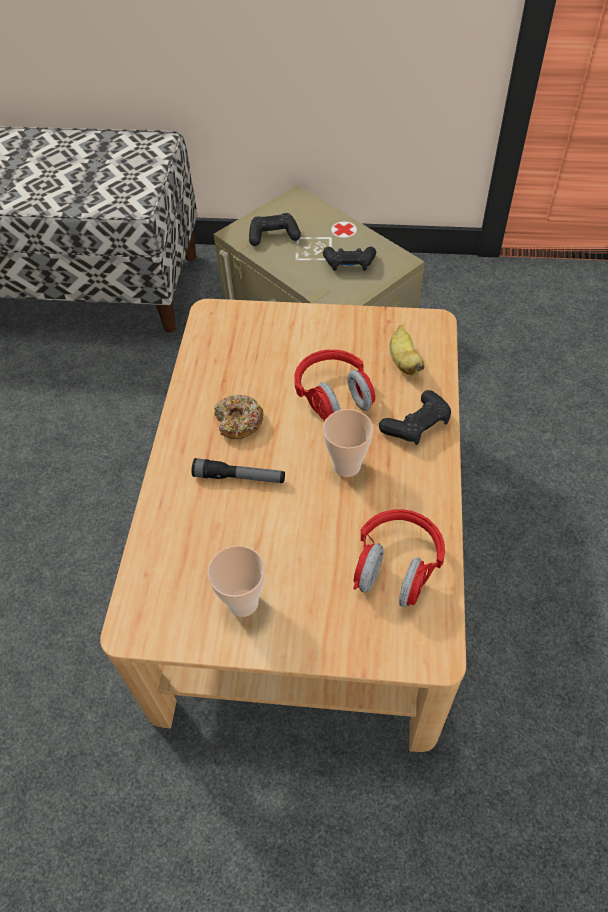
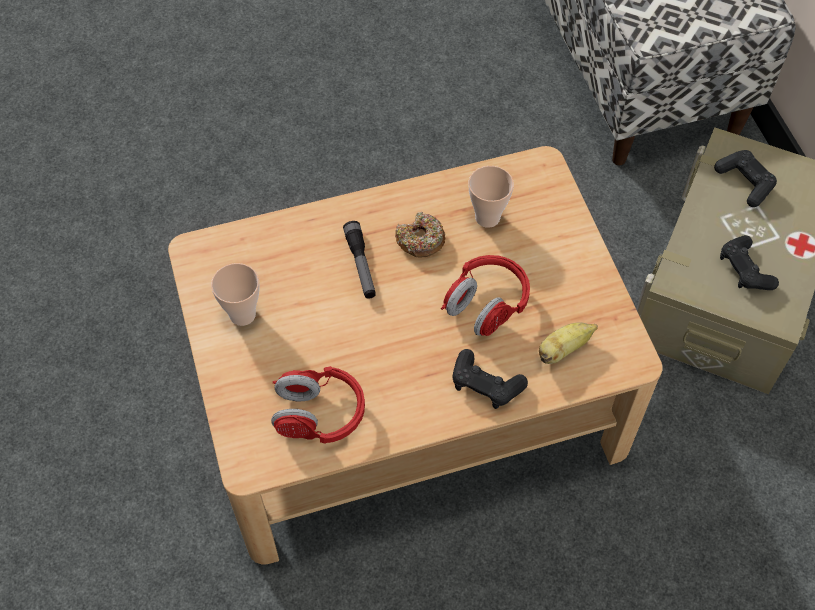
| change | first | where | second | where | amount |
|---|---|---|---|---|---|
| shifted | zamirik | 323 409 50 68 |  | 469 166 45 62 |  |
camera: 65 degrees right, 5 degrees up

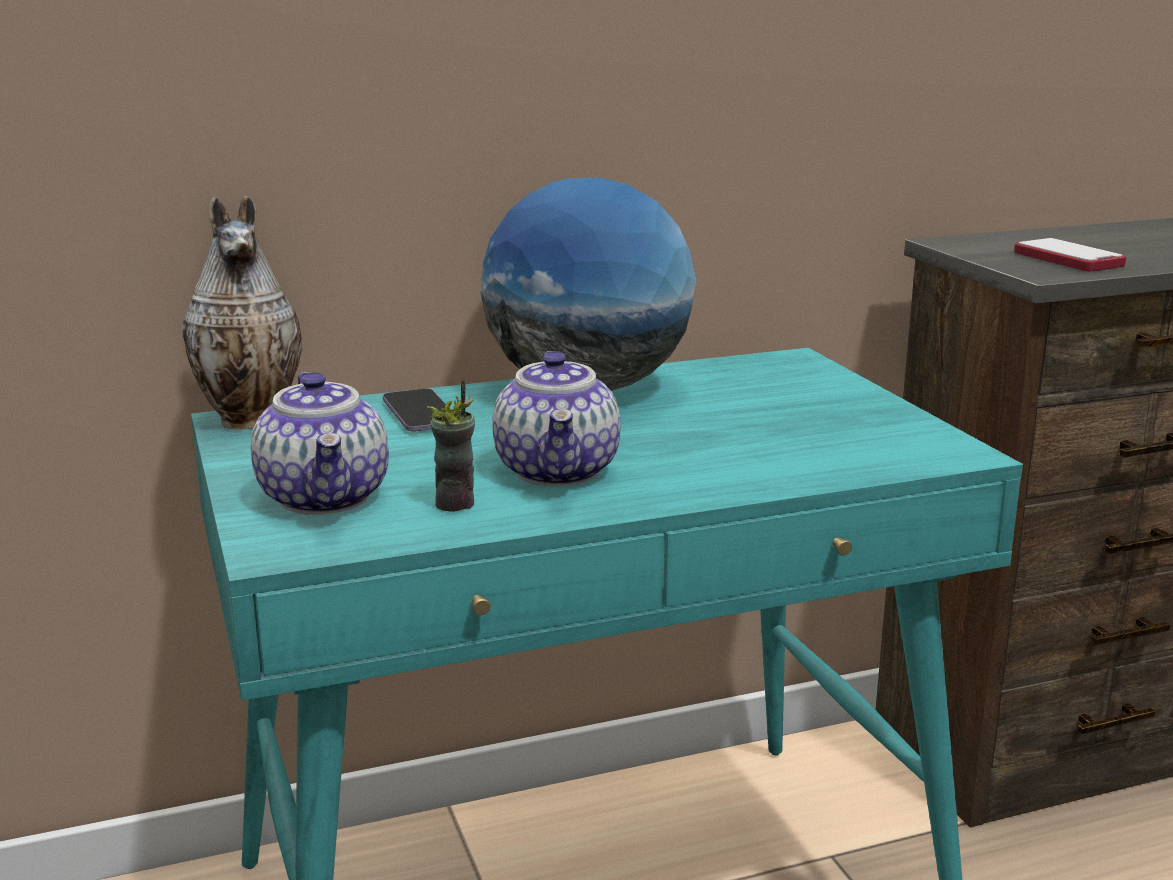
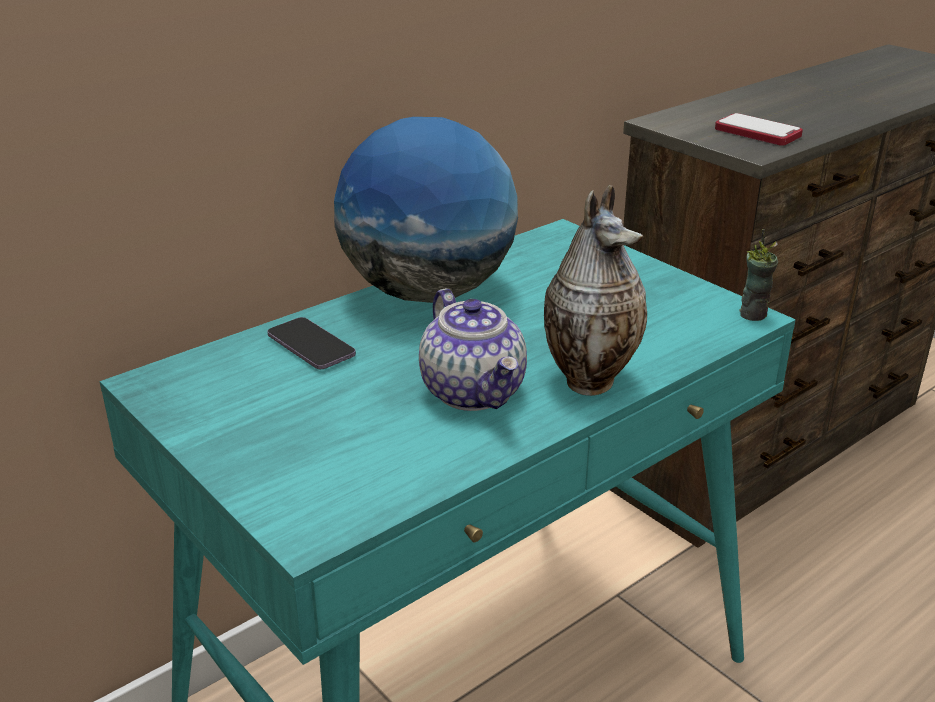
| change | first | where | second | where | amount |
|---|---|---|---|---|---|
| shifted | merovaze | 182 195 120 235 |  | 544 185 103 211 |  |
| gone | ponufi | 251 372 138 143 |  |  |  |
| shifted | zamirik | 427 380 48 132 |  | 740 229 38 92 |  |
camera: 20 degrees left, 10 degrees up

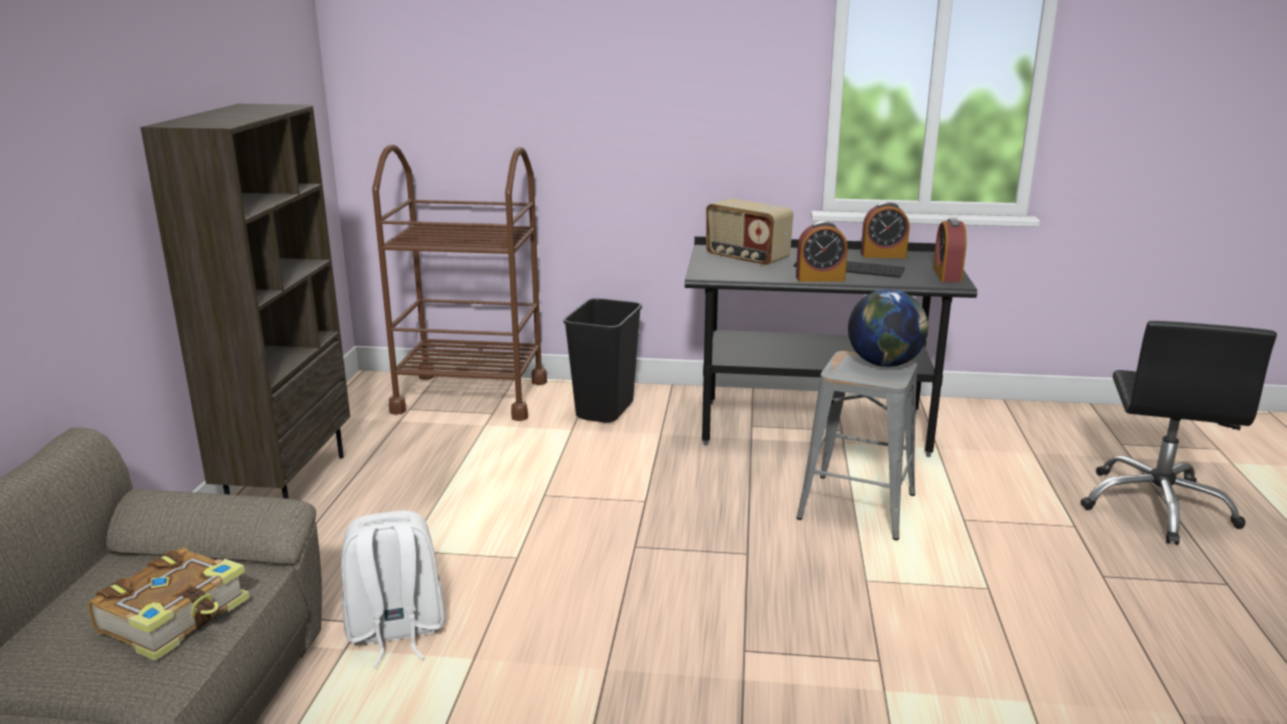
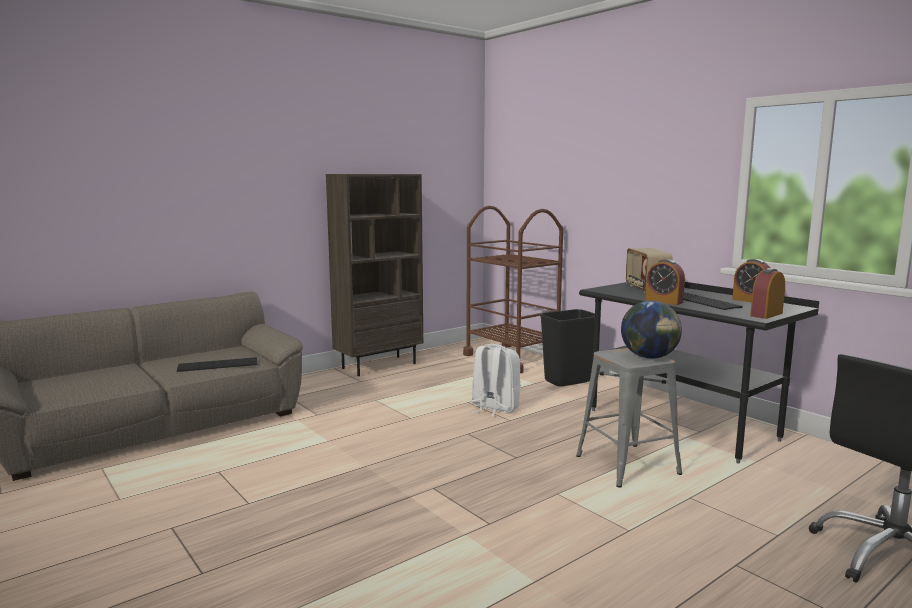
| change | first | where | second | where | amount |
|---|---|---|---|---|---|
| swapped | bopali | 88 547 162 114 | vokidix | 177 357 80 15 |  |
| shifted | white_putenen | 341 510 105 157 |  | 471 344 50 73 |  |
camera: 45 degrees right, 10 degrees down

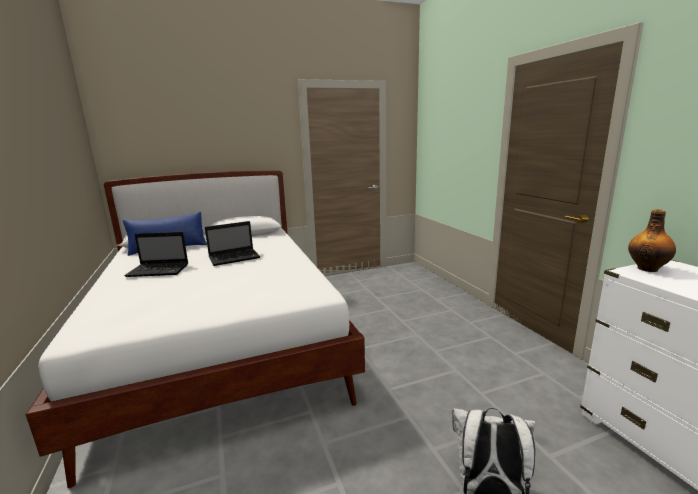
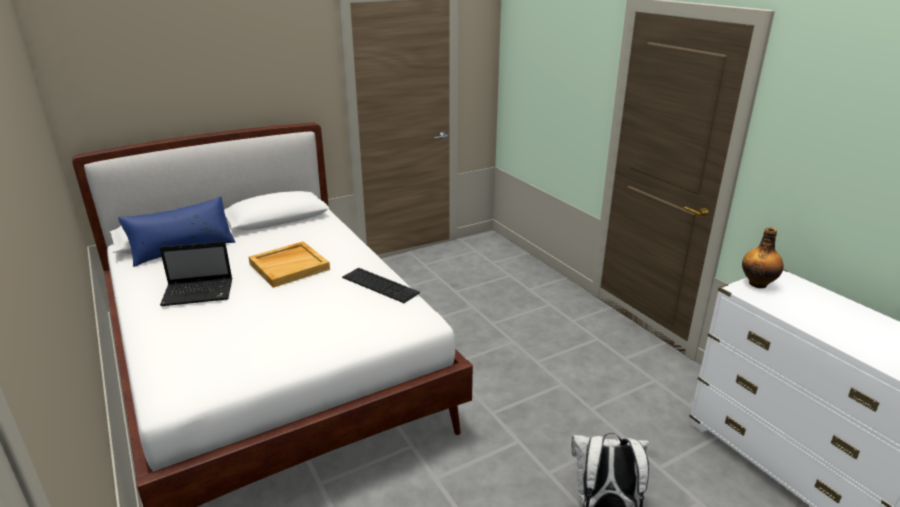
| change | first | where | second | where | amount |
|---|---|---|---|---|---|
| swapped | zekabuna | 205 221 55 45 | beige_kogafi | 249 241 81 47 |  |
| new |  |  | vokidix | 342 268 78 35 |  |
camera: 10 degrees left, 10 degrees up

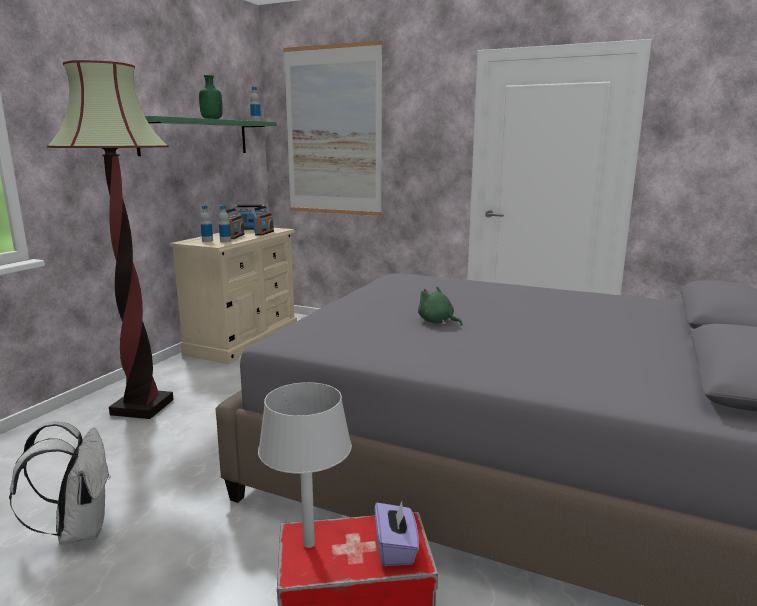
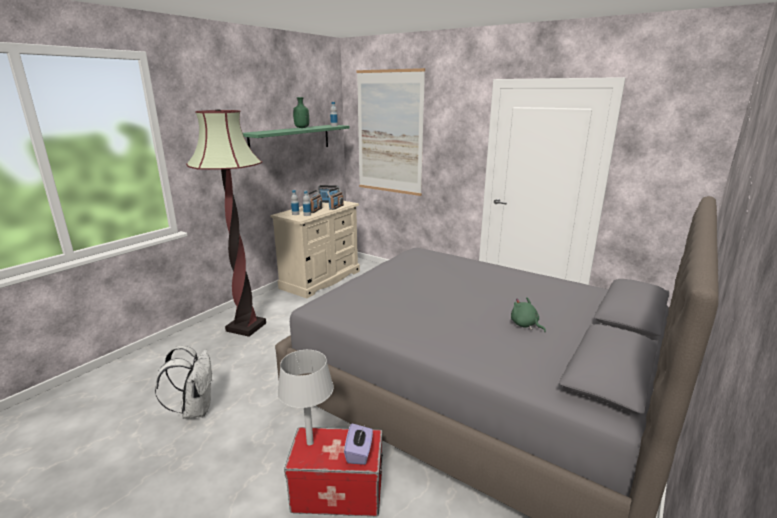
| change | first | where | second | where | amount |
|---|---|---|---|---|---|
| shifted | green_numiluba | 418 286 44 40 |  | 511 297 35 35 |  |
camera: 10 degrees right, 5 degrees up

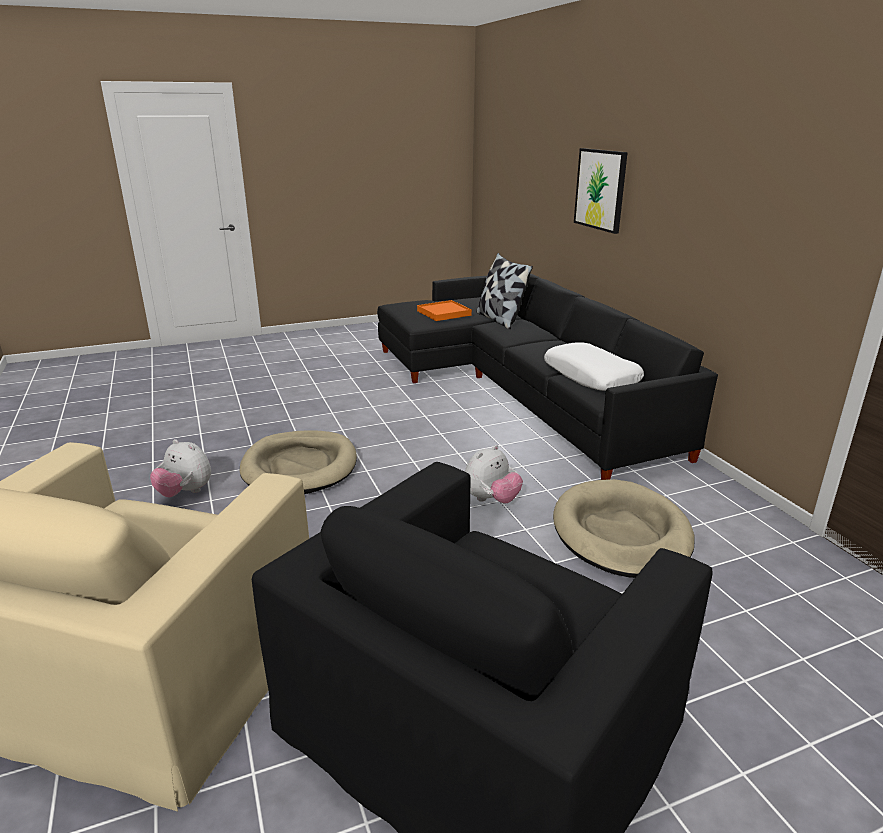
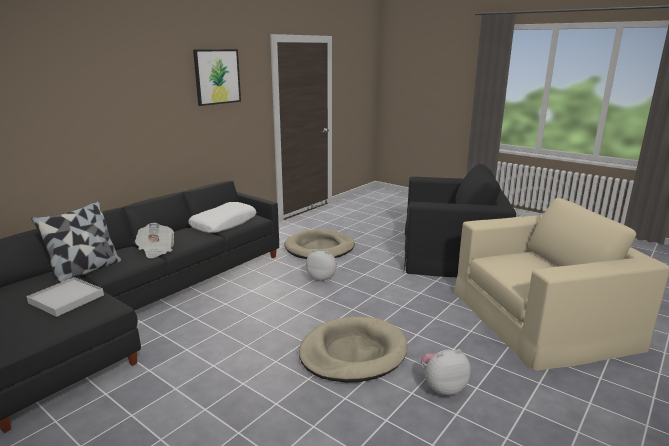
| change | first | where | second | where | amount |
|---|---|---|---|---|---|
| rotated | numiluba | 150 439 61 58 |  | 421 349 50 47 | 105 degrees counterclockwise |
| repainted | orange_kogafi | 417 300 55 21 | white_kogafi | 26 277 78 40 |  |
| shifted | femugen | 574 148 54 86 |  | 193 49 48 57 |  |
| new |  |  | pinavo | 135 223 39 35 |  |
camera: 120 degrees left, 5 degrees down

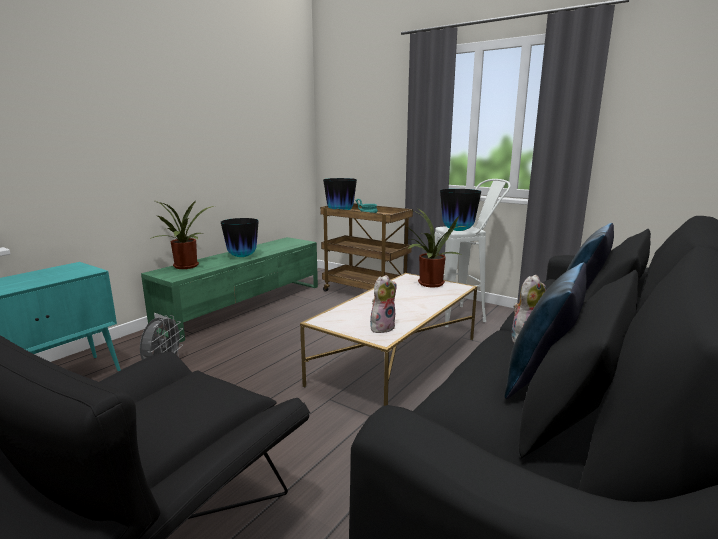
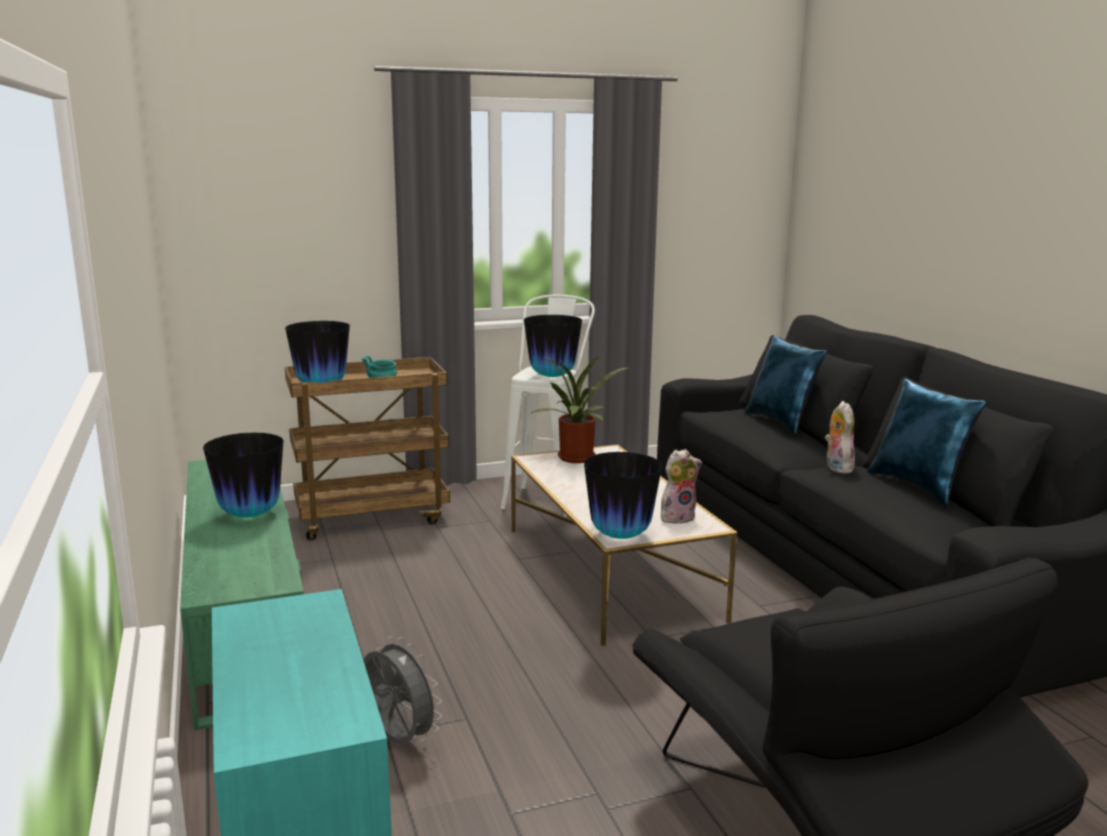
| change | first | where | second | where | amount |
|---|---|---|---|---|---|
| gone | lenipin | 150 200 64 69 |  |  |  |
| rotated | numiluba | 370 275 27 58 |  | 661 449 41 75 | 75 degrees clockwise |
| new |  |  | merovaze | 584 452 78 87 |  |
camera: 55 degrees left, 0 degrees up

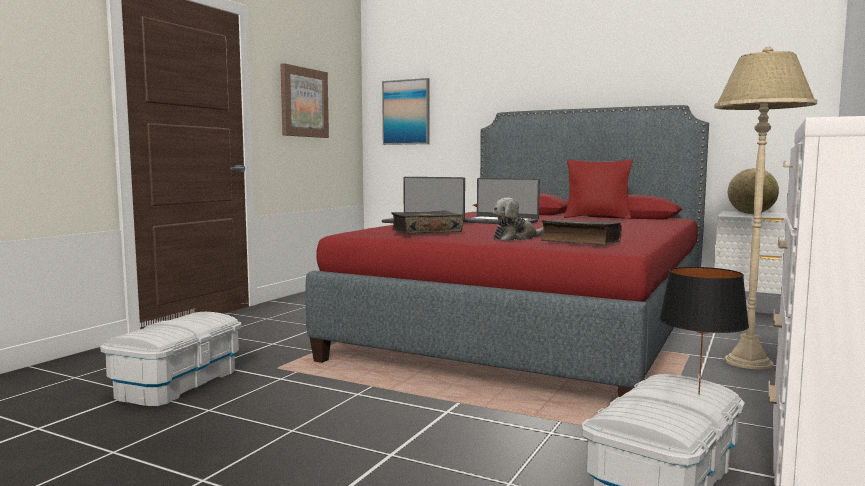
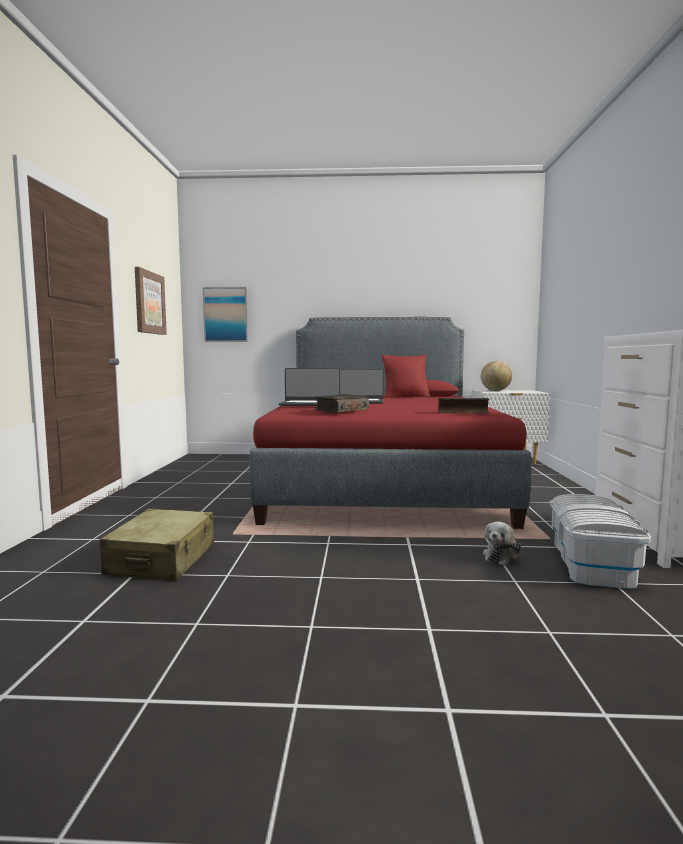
| change | first | where | second | where | amount |
|---|---|---|---|---|---|
| swapped | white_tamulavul | 100 312 141 94 | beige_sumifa | 100 509 114 72 |  |
| shifted | numiluba | 493 198 51 43 |  | 483 522 38 44 |  |
| gone | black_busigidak | 659 267 90 128 |  |  |  |
| gone | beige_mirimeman | 714 47 103 323 |  |  |  |
camera: 25 degrees left, 0 degrees up

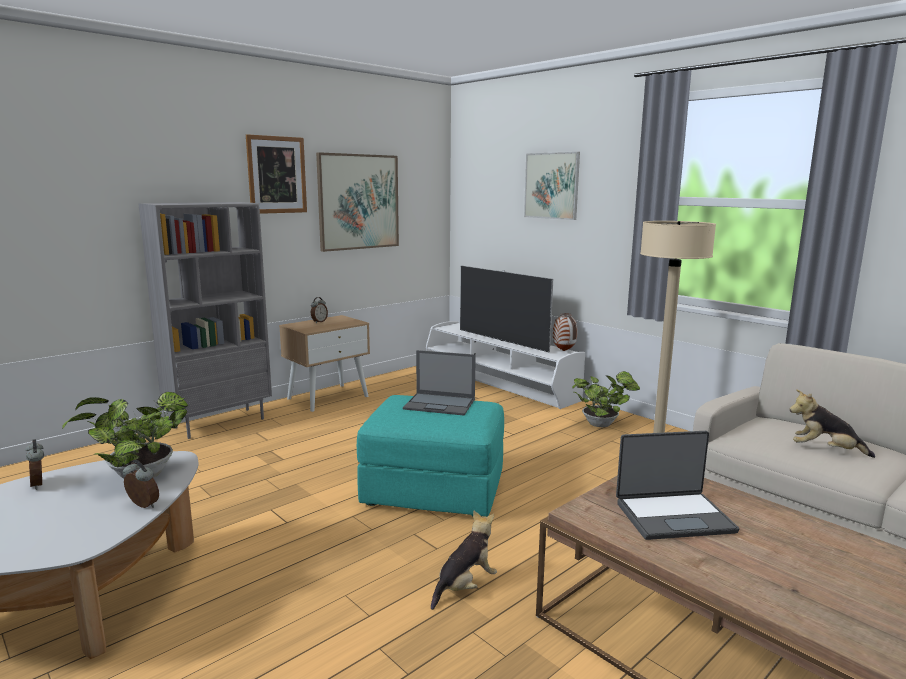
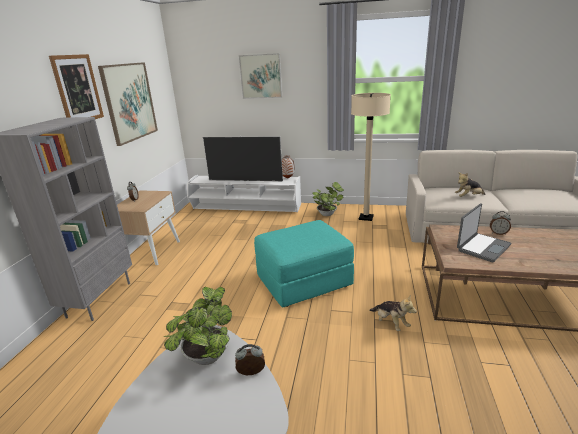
| change | first | where | second | where | amount |
|---|---|---|---|---|---|
| shifted | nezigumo | 25 439 19 51 |  | 490 211 21 24 |  |
| gone | zekabuna | 403 350 73 66 |  |  |  |
| rotated | numiluba | 431 510 66 100 |  | 369 296 48 35 | 135 degrees clockwise |
camera: 35 degrees left, 10 degrees up

